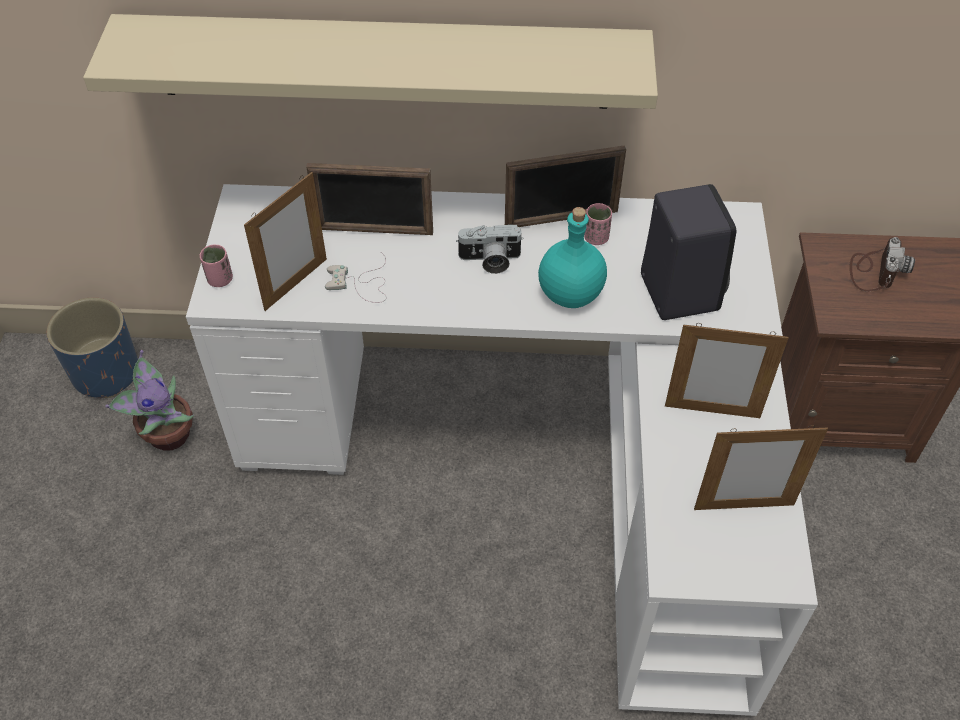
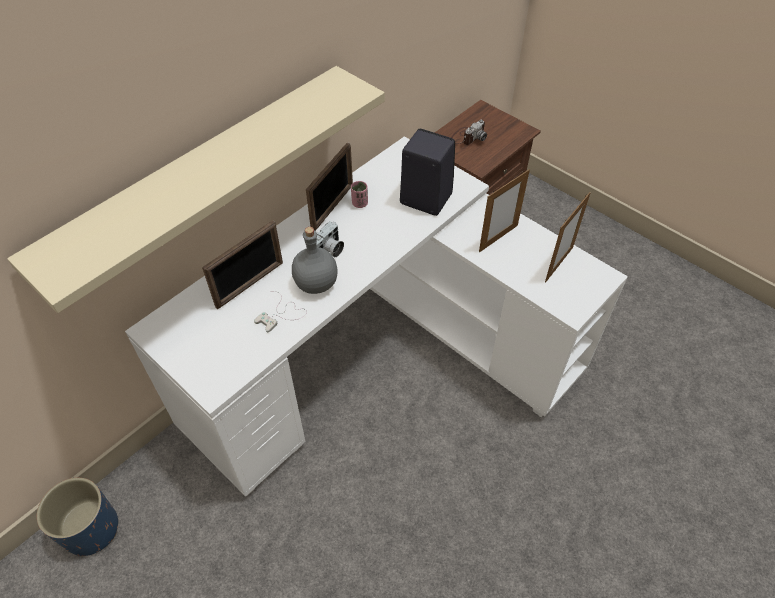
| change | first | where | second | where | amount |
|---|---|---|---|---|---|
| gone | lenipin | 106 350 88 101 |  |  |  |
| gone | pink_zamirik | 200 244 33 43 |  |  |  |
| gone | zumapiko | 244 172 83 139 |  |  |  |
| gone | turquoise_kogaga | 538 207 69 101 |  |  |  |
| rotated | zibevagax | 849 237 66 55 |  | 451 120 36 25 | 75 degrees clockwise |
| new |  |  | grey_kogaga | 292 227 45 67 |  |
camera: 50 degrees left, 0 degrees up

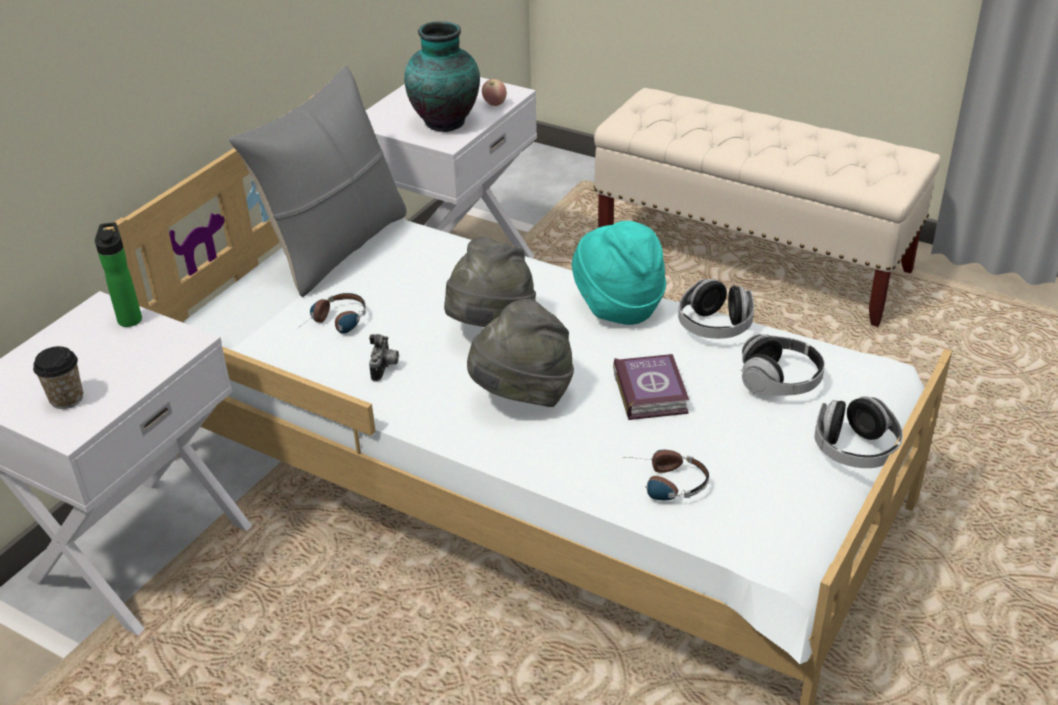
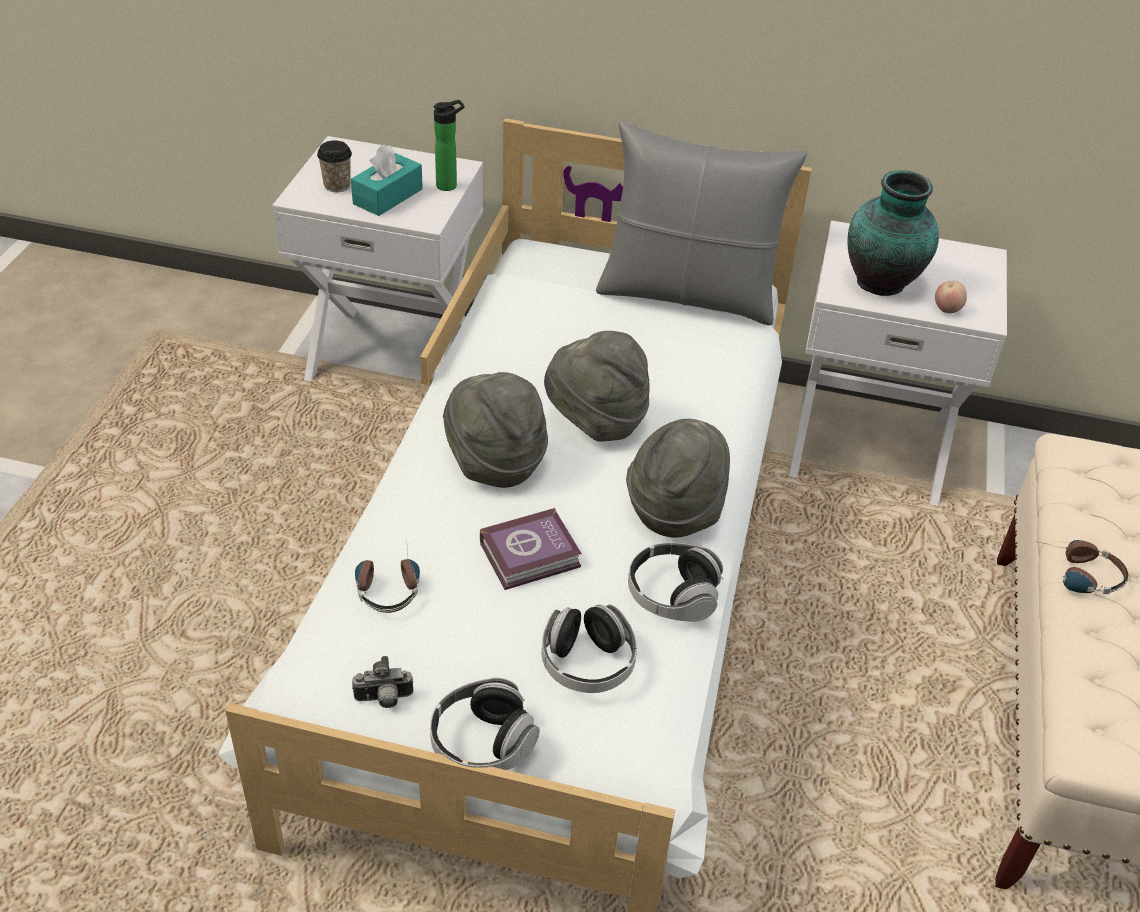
| change | first | where | second | where | amount |
|---|---|---|---|---|---|
| shifted | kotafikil | 297 293 69 41 |  | 1039 540 89 54 |  |
| shifted | zibevagax | 369 334 30 48 |  | 352 656 62 52 |  |
| repainted | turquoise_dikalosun | 572 221 94 104 | grey_dikalosun | 626 419 104 119 |  |
| new |  |  | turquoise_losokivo | 351 144 72 72 |  |
camera: 70 degrees right, 5 degrees up

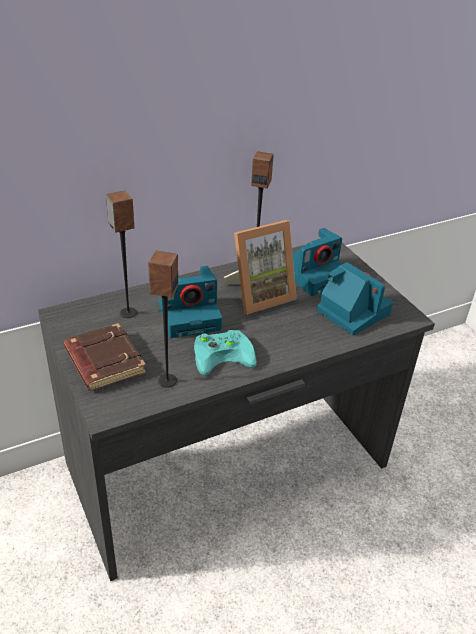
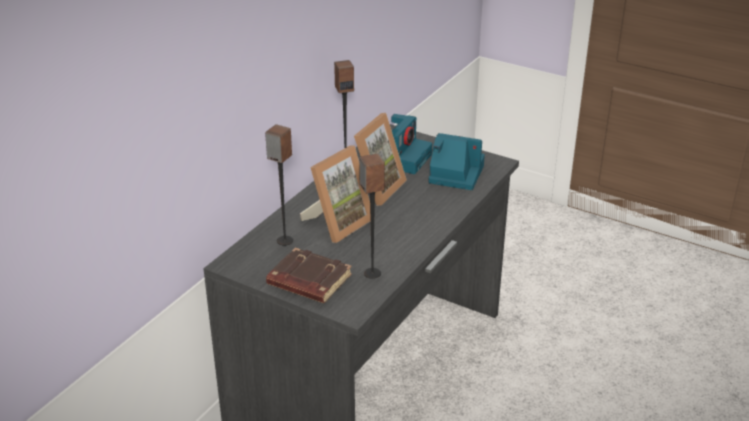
| change | first | where | second | where | amount |
|---|---|---|---|---|---|
| swapped | zibevagax | 158 266 64 72 | zumapiko | 300 145 75 98 |  |
| gone | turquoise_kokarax | 194 330 62 46 |  |  |  |
camera: 30 degrees left, 5 degrees down

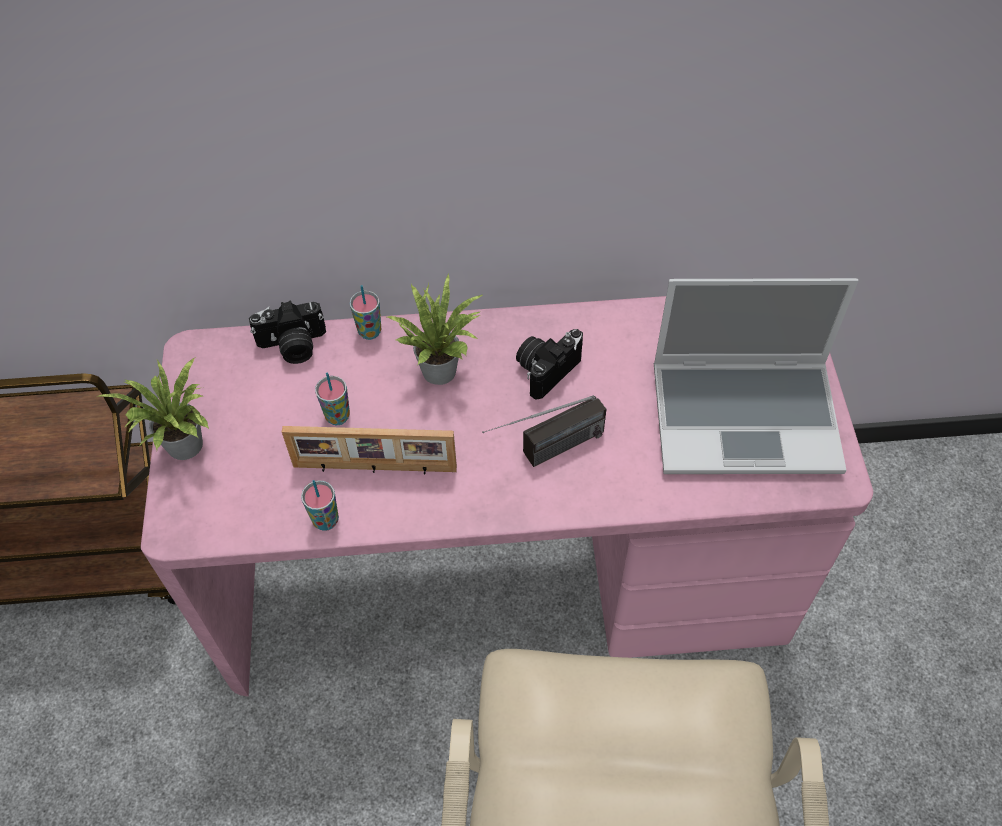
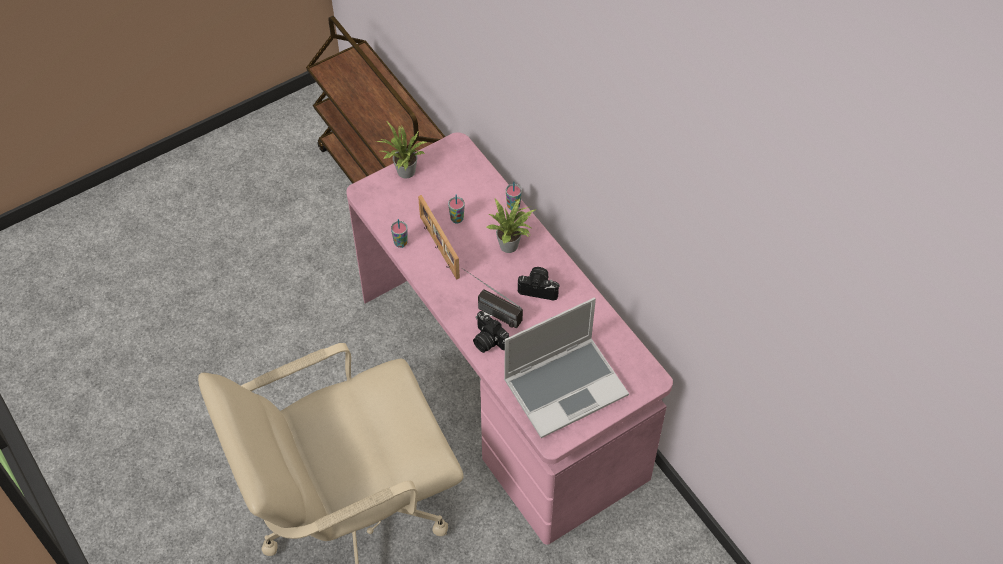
| change | first | where | second | where | amount |
|---|---|---|---|---|---|
| shifted | zibevagax | 249 300 77 64 |  | 473 311 36 42 |  |
| rotated | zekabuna | 654 278 204 196 |  | 504 298 125 140 | 90 degrees counterclockwise |
camera: 60 degrees right, 0 degrees up

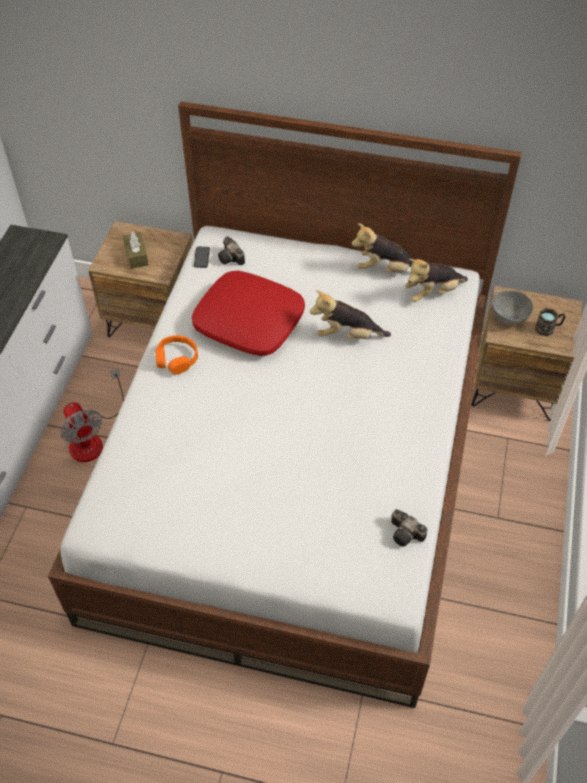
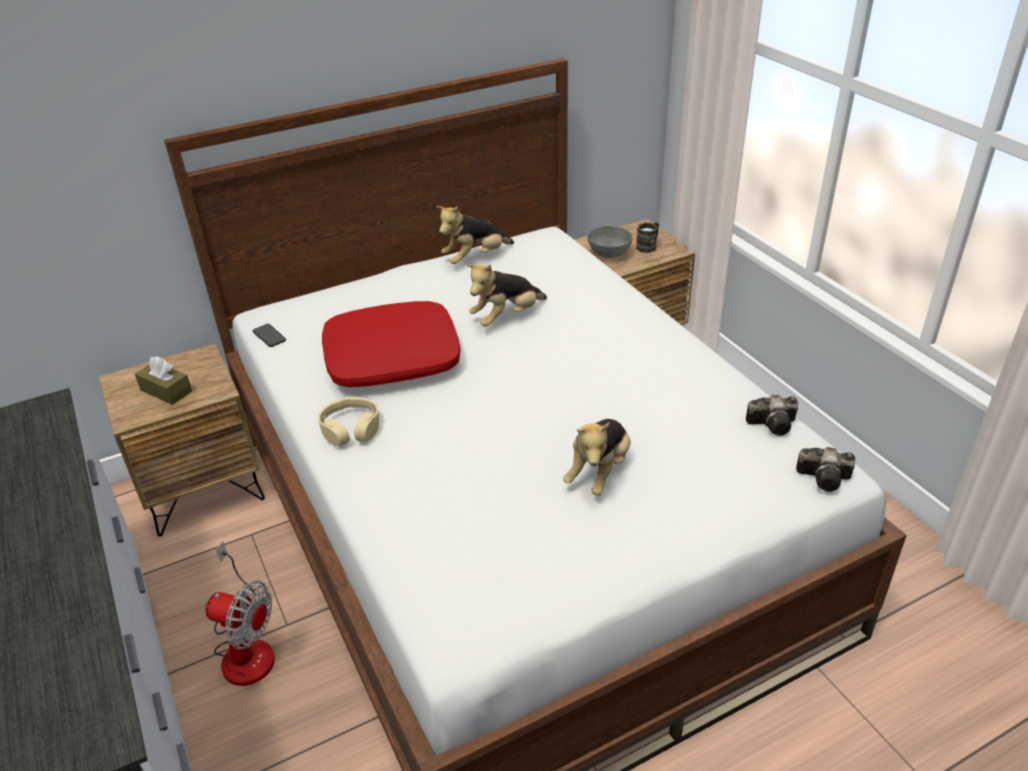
| change | first | where | second | where | amount |
|---|---|---|---|---|---|
| repainted | orange_kotafikil | 155 335 43 40 | beige_kotafikil | 318 397 61 50 |  |
| shifted | zibevagax | 218 236 27 29 |  | 796 447 59 45 |  |
| shifted | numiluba | 405 259 63 43 |  | 563 419 68 77 |  |
camera: 40 degrees left, 15 degrees down

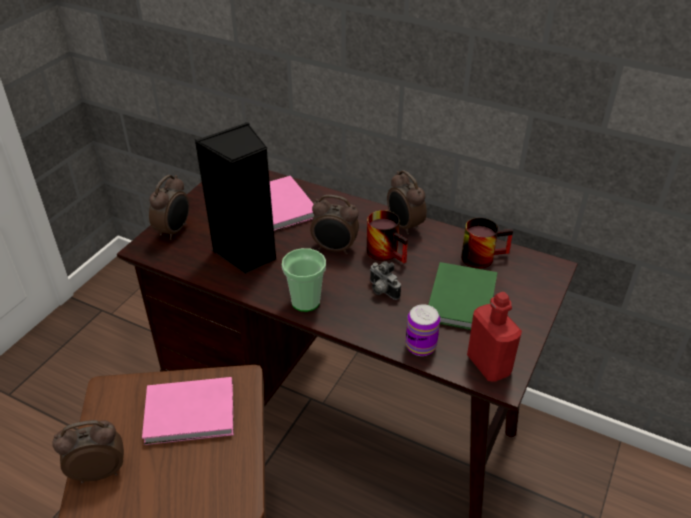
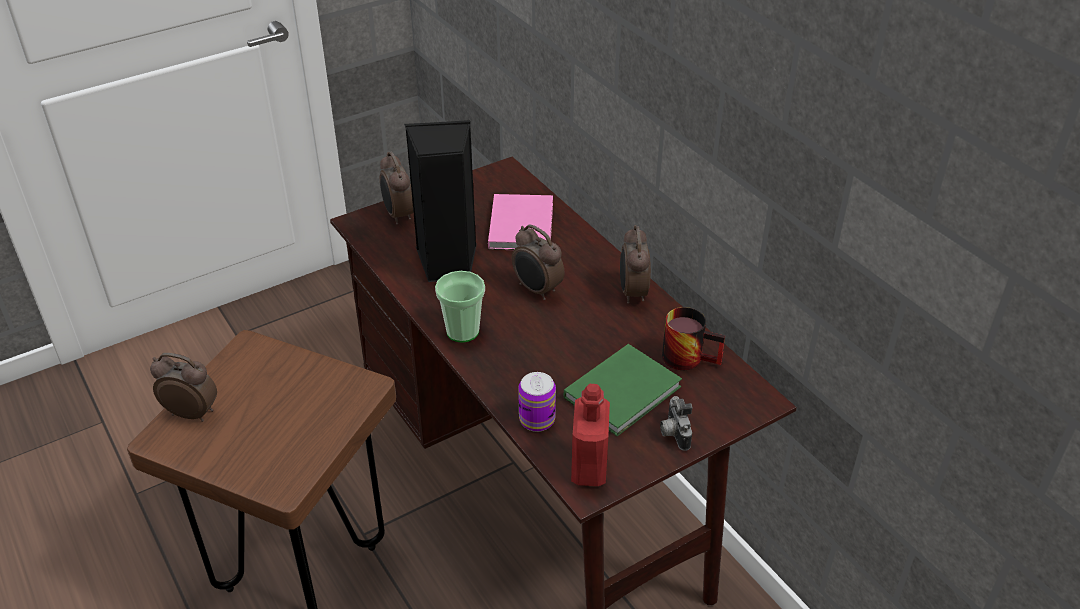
| change | first | where | second | where | amount |
|---|---|---|---|---|---|
| gone | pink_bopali | 142 377 92 68 |  |  |  |
| rotated | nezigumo | 149 175 40 65 |  | 380 151 33 74 | 105 degrees clockwise |
| gone | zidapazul | 367 210 41 54 |  |  |  |
| shifted | zibevagax | 370 261 31 39 |  | 660 396 33 55 |  |
camera: 30 degrees right, 0 degrees up

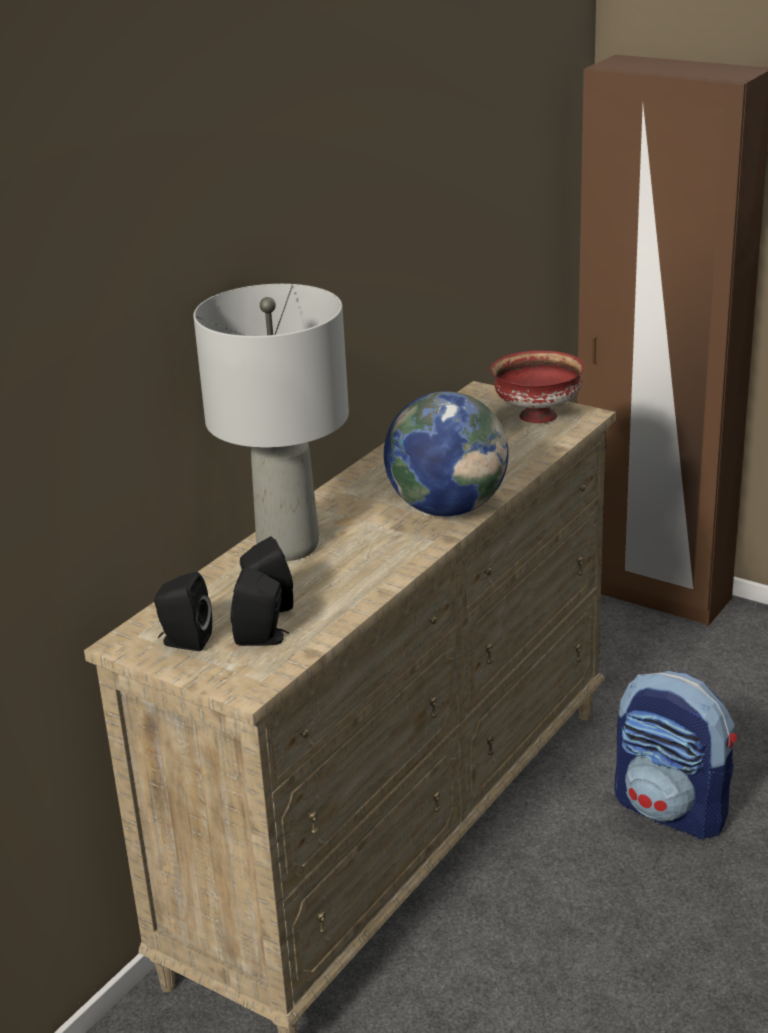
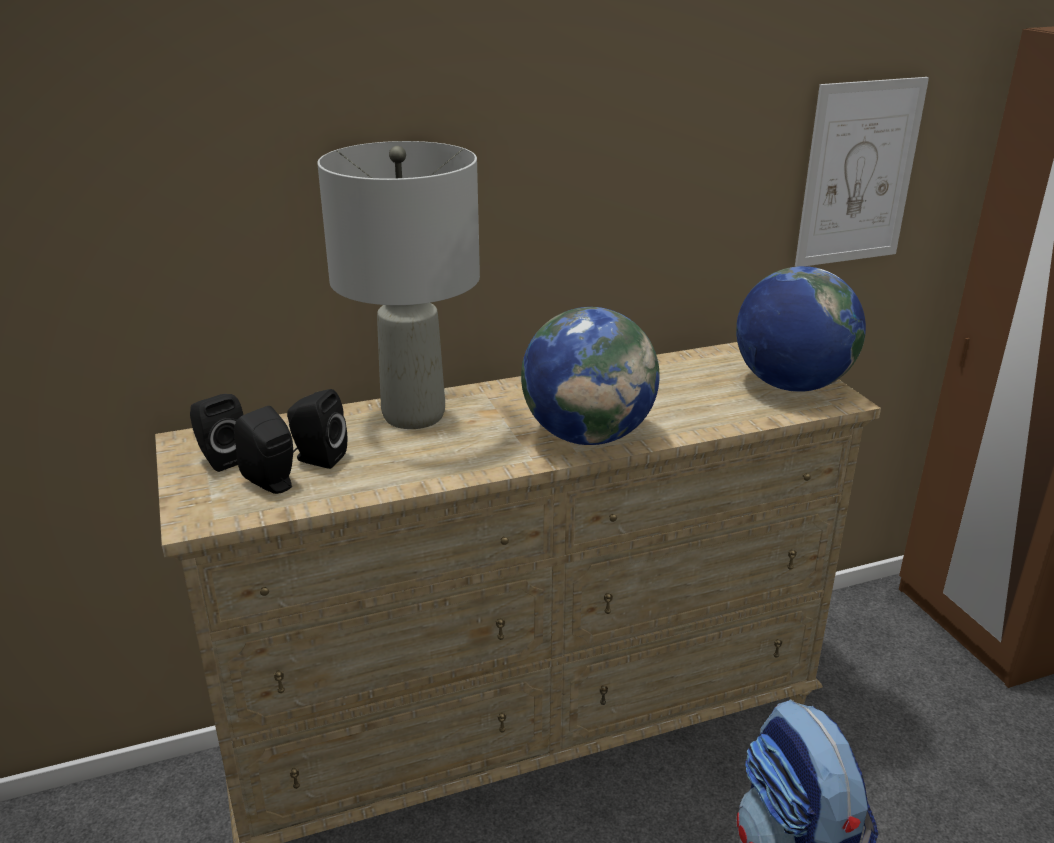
| change | first | where | second | where | amount |
|---|---|---|---|---|---|
| swapped | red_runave | 490 351 94 72 | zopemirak | 736 266 130 126 |  |
| new |  |  | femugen | 795 77 134 190 |  |
camera: 35 degrees right, 0 degrees up

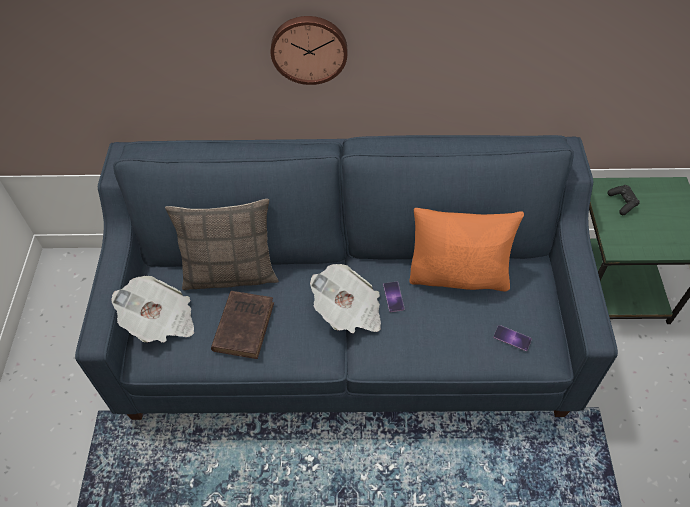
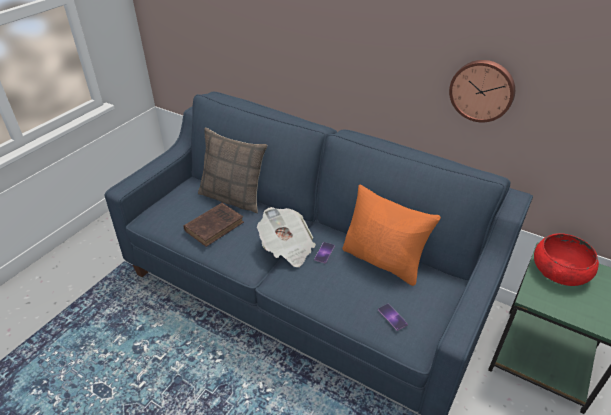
| change | first | where | second | where | amount |
|---|---|---|---|---|---|
| gone | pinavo | 111 276 83 67 |  |  |  |
| shifted | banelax | 271 16 76 69 |  | 449 60 66 62 |  |
| swapped | black_kokarax | 607 185 33 30 | red_runave | 534 233 65 53 |  |
camera: 30 degrees right, 15 degrees down

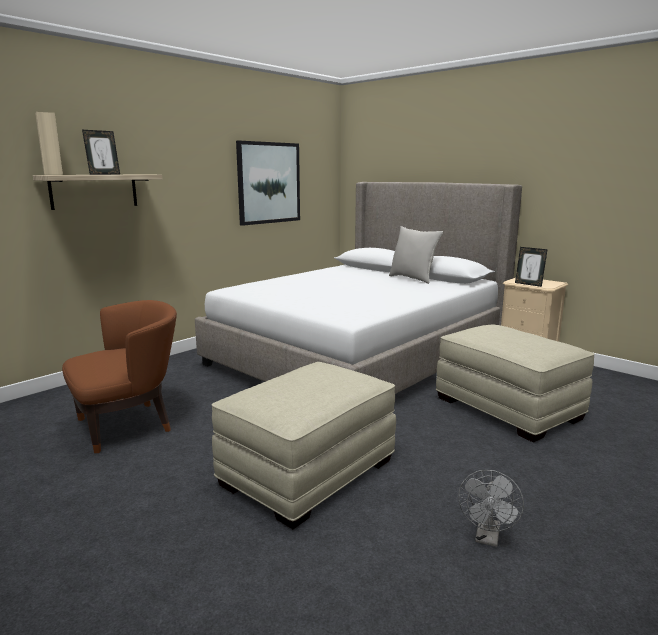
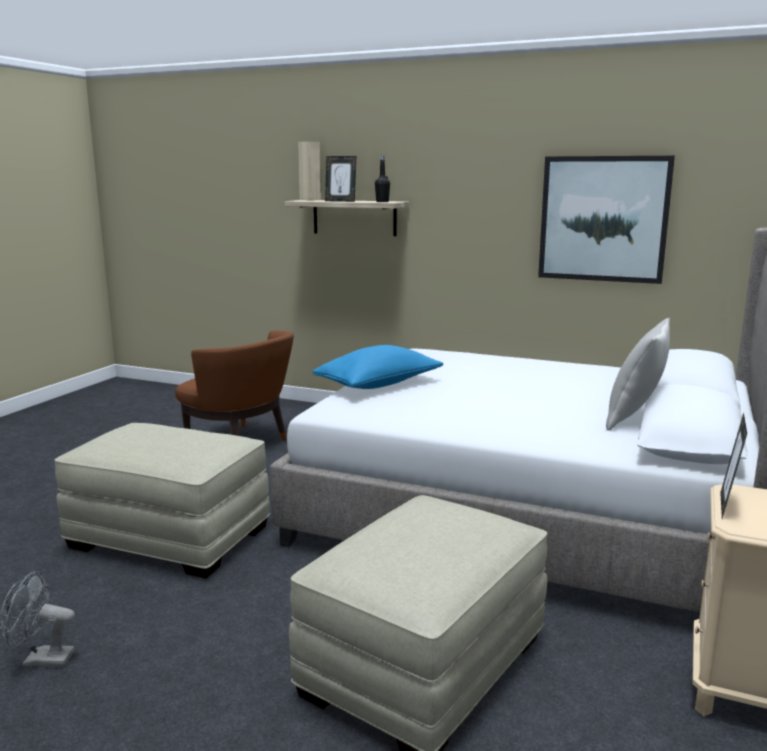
| change | first | where | second | where | amount |
|---|---|---|---|---|---|
| new |  |  | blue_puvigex | 313 345 130 44 |  |
| new |  |  | black_kogaga | 375 156 15 46 |  |
camera: 70 degrees right, 0 degrees up

